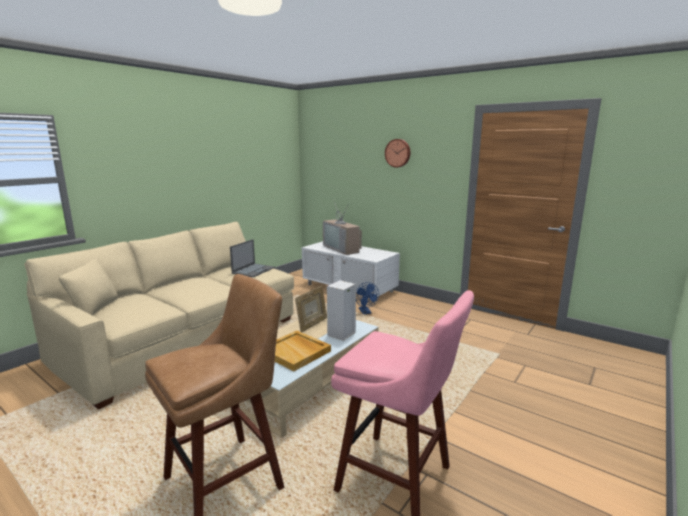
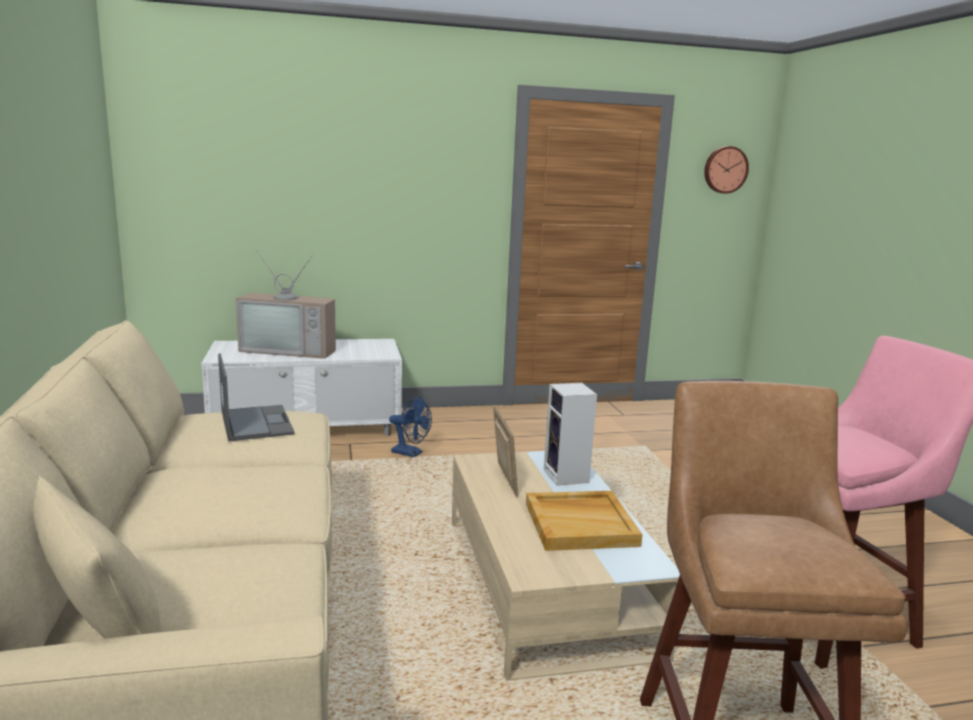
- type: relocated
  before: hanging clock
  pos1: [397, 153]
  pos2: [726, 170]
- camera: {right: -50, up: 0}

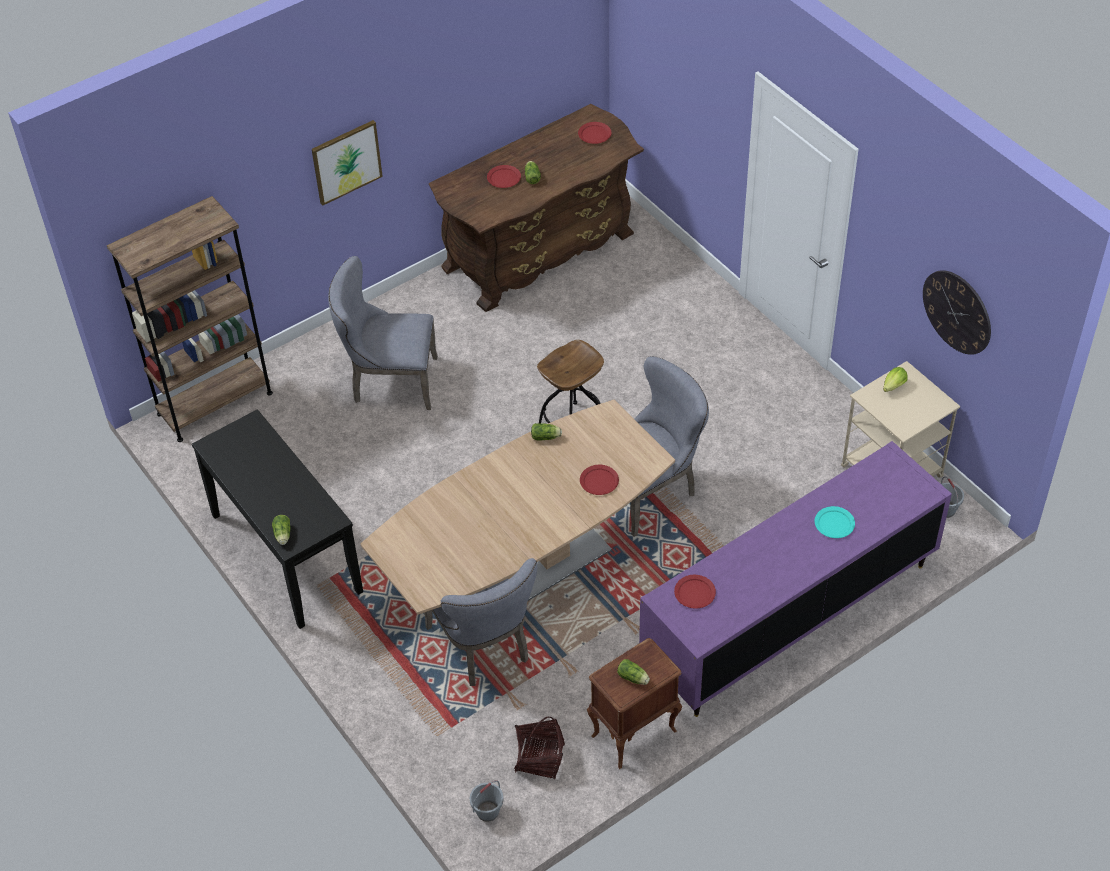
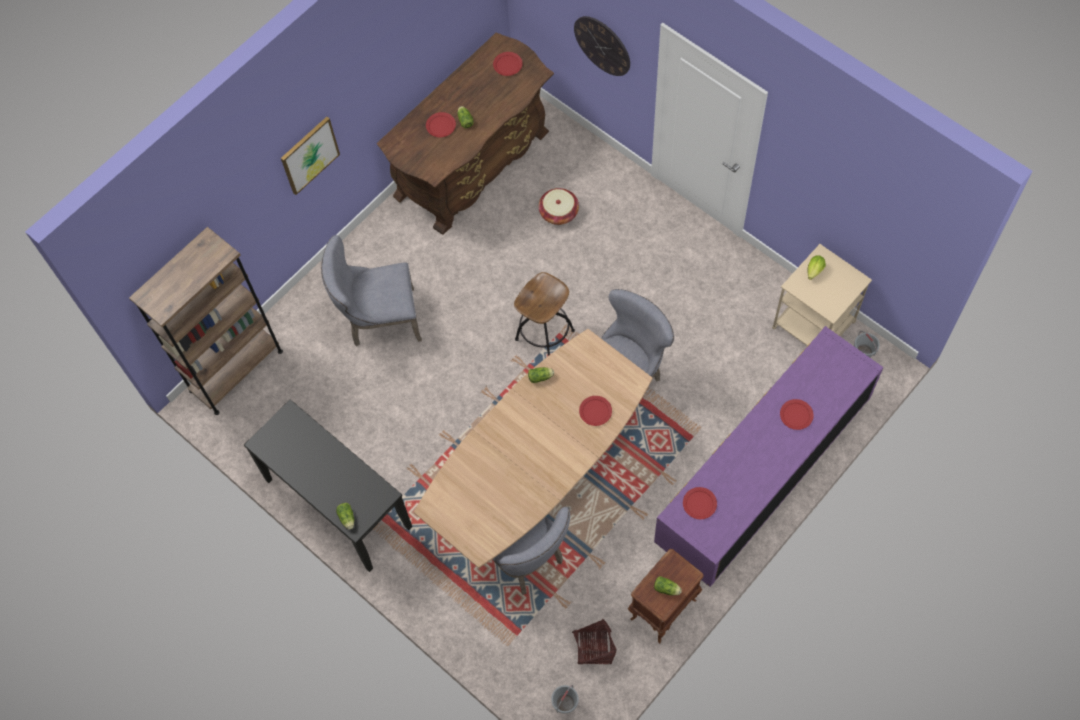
- type: appeared
  after: basket
  pos2: [559, 206]
- type: relocated
  before: hanging clock
  pos1: [957, 312]
  pos2: [602, 46]
- type: colour
  before: blue-green dinner plate
  after: reddish dinner plate
  pos1: [835, 522]
  pos2: [797, 414]
- camera: {right: -10, up: 15}

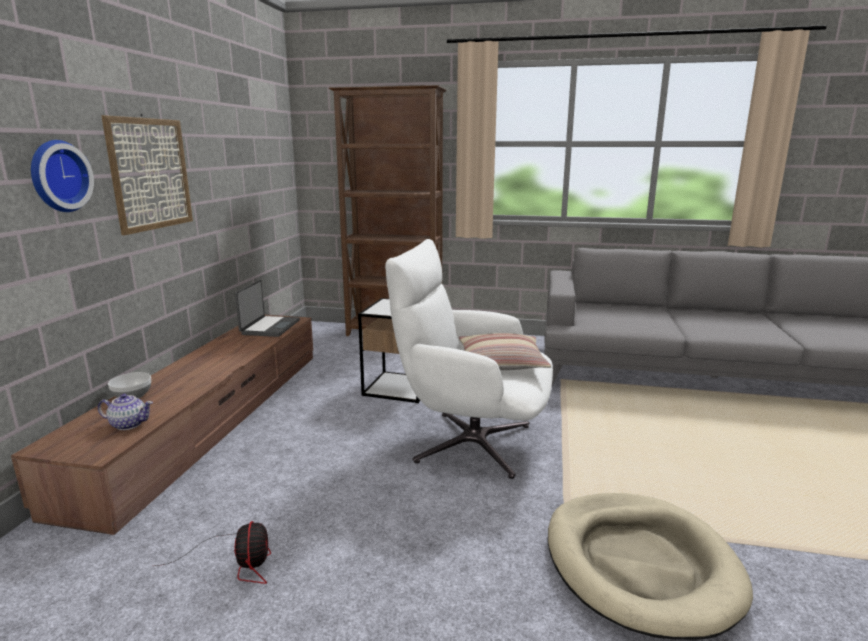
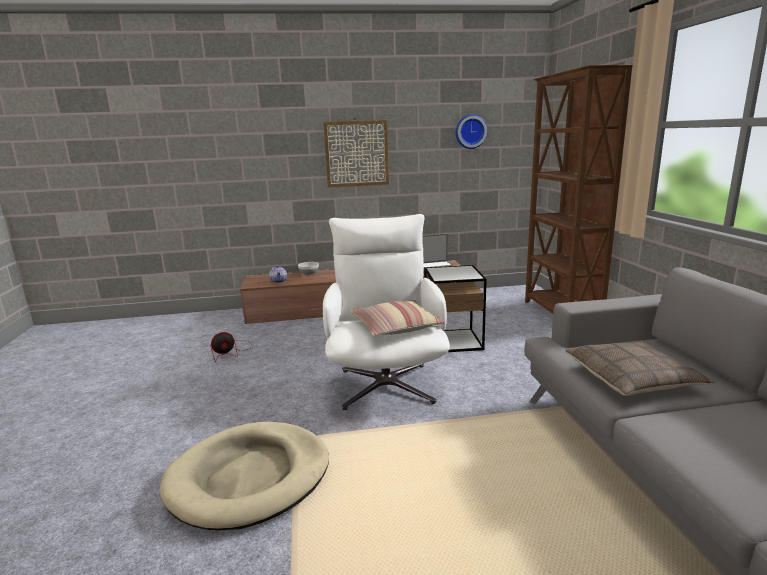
- type: relocated
  before: hanging clock
  pos1: [62, 176]
  pos2: [471, 131]
- type: appeared
  after: pillow
  pos2: [640, 368]
- camera: {right: 70, up: 0}

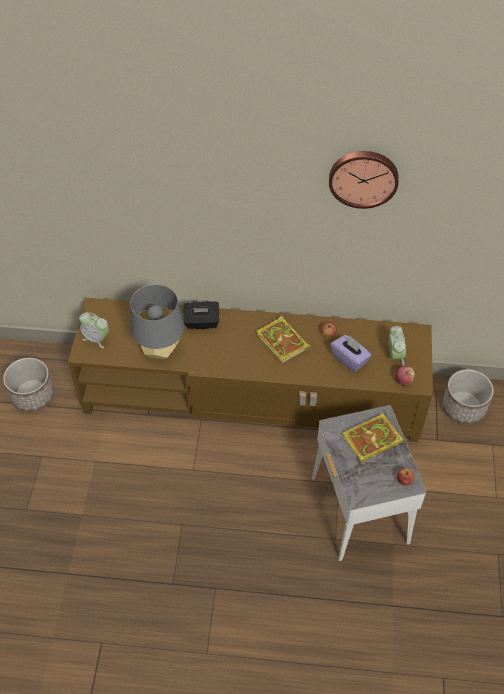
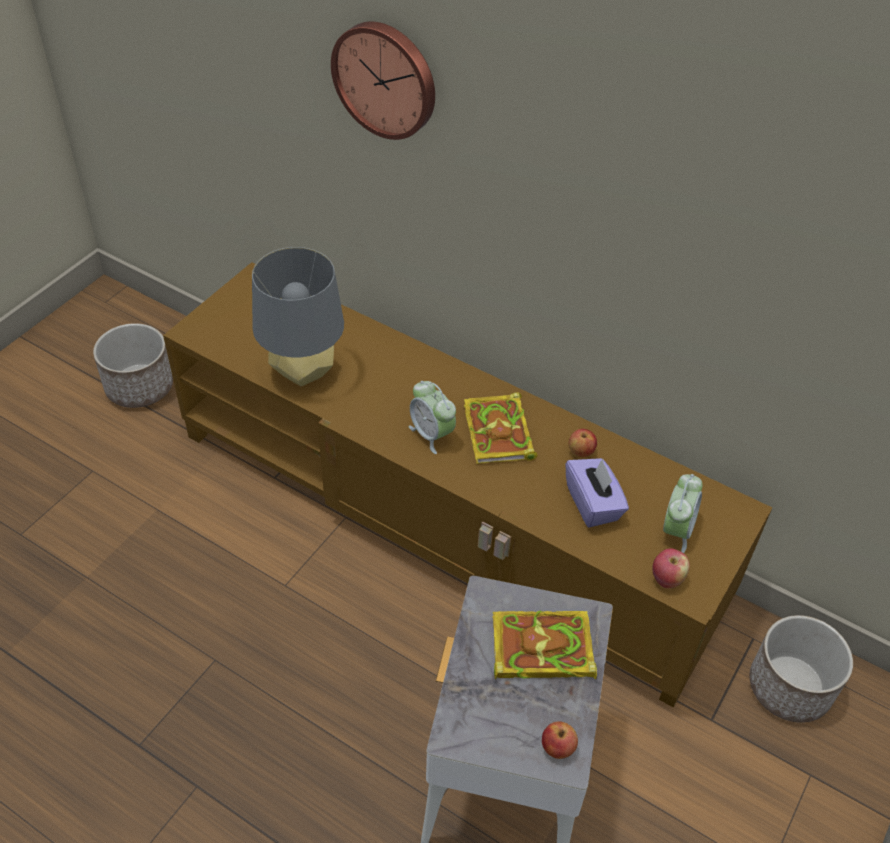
- type: relocated
  before: hanging clock
  pos1: [364, 180]
  pos2: [383, 80]
- type: relocated
  before: alarm clock
  pos1: [94, 330]
  pos2: [432, 417]
- type: missing
  before: black-coloured tissue holder
  pos1: [201, 315]
- camera: {right: 25, up: -5}

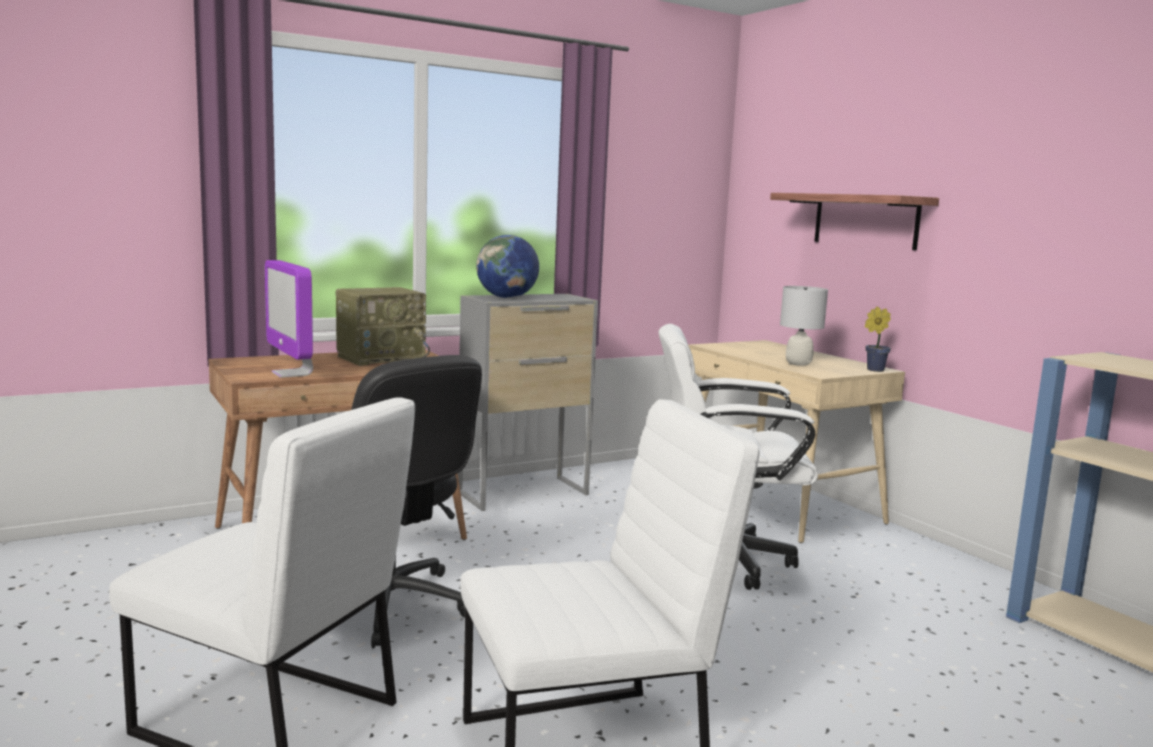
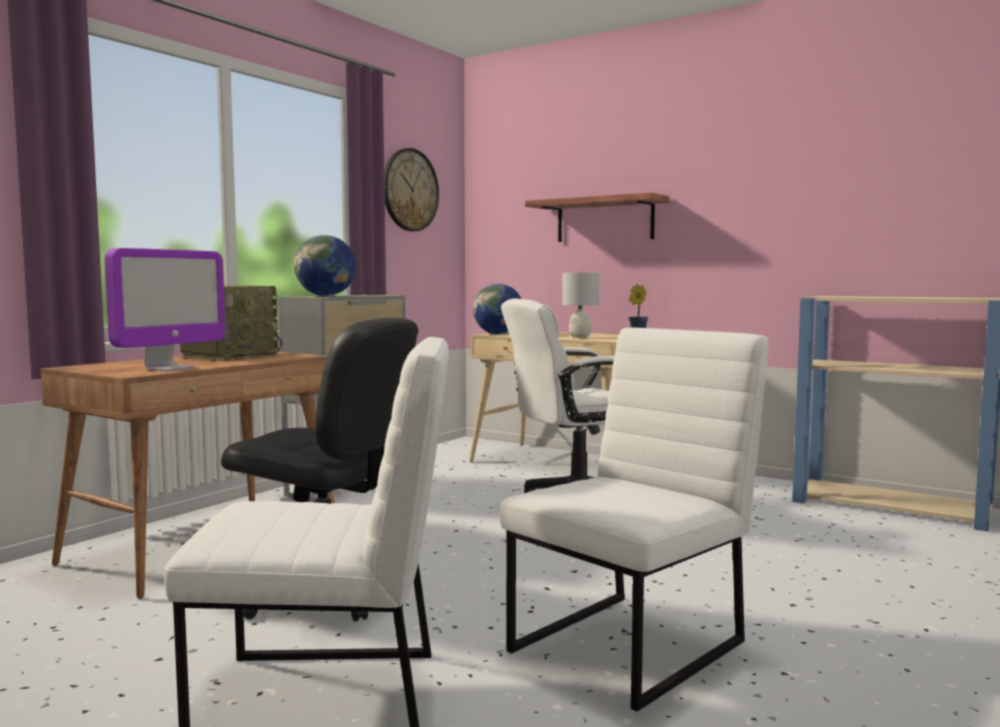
- type: spun
  before: computer screen
  pos1: [289, 319]
  pos2: [165, 309]
  turn: -90
- type: appeared
  after: hanging clock
  pos2: [411, 189]
- type: appeared
  after: world globe
  pos2: [497, 309]
- camera: {right: -25, up: -5}

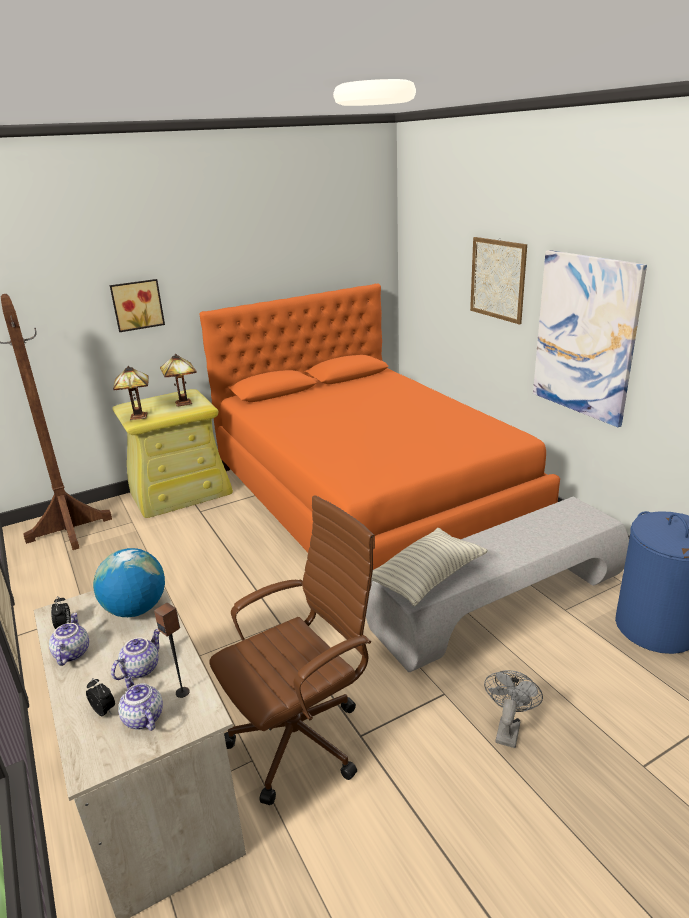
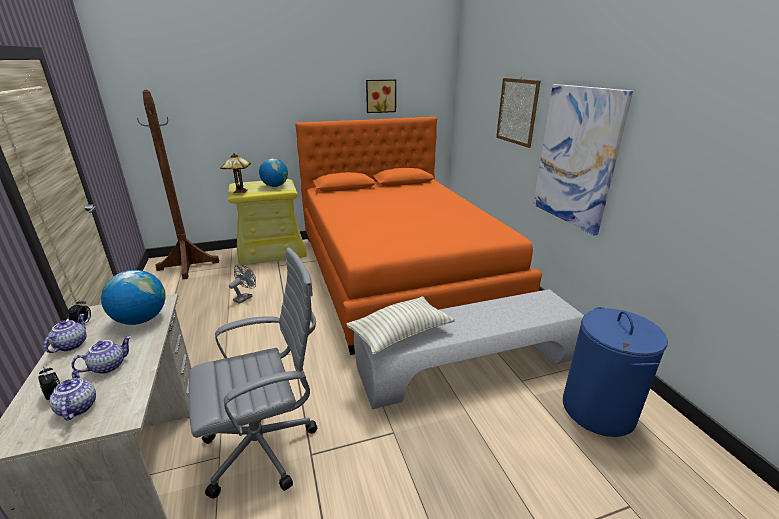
- type: colour
  before: brownish office chair
  after: grey office chair
  pos1: [292, 650]
  pos2: [253, 373]
- type: relocated
  before: grey cooling fan
  pos1: [513, 709]
  pos2: [242, 284]
- type: exchanged
  before: lamp for a table
  after: world globe
  pos1: [178, 380]
  pos2: [273, 172]
- type: relocated
  before: picture
  pos1: [137, 305]
  pos2: [381, 96]
- type: missing
  before: audio speaker
  pos1: [172, 650]
- camera: {right: 10, up: 0}

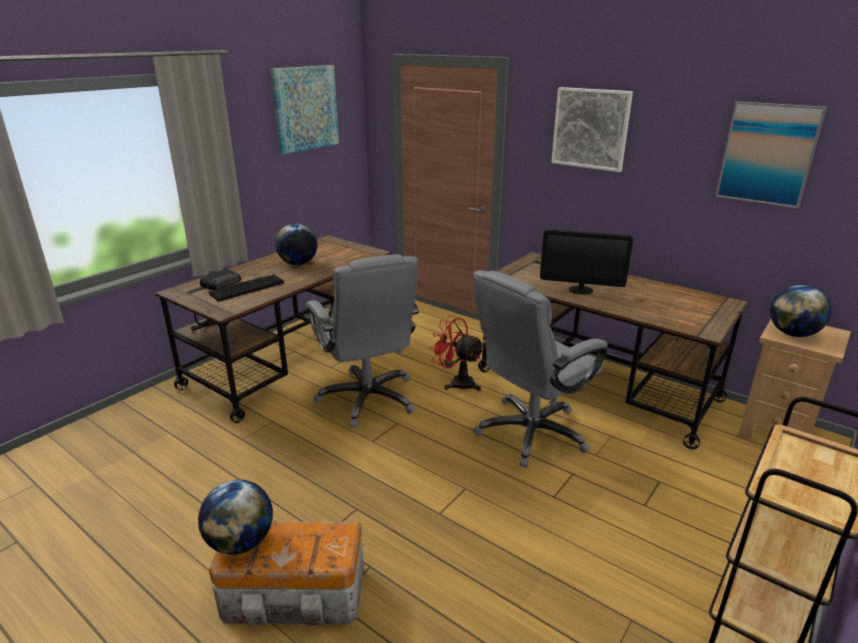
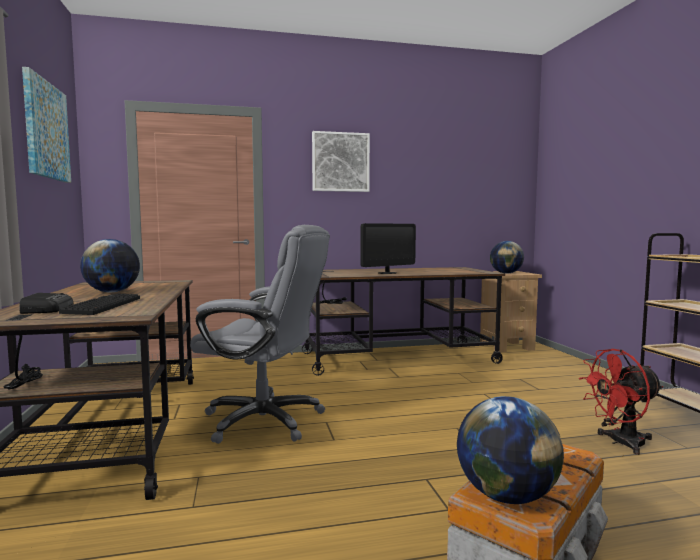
- type: relocated
  before: reddish cooling fan
  pos1: [456, 353]
  pos2: [621, 402]
- type: missing
  before: grey office chair
  pos1: [540, 369]
- type: missing
  before: picture
  pos1: [771, 154]
- camera: {right: -50, up: -20}

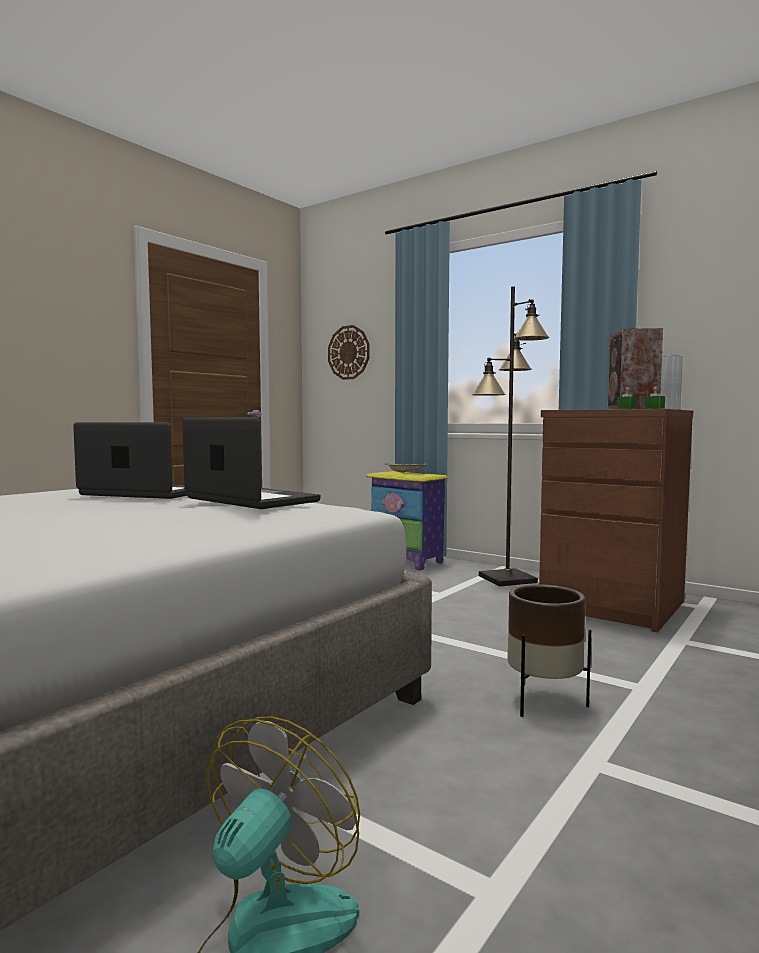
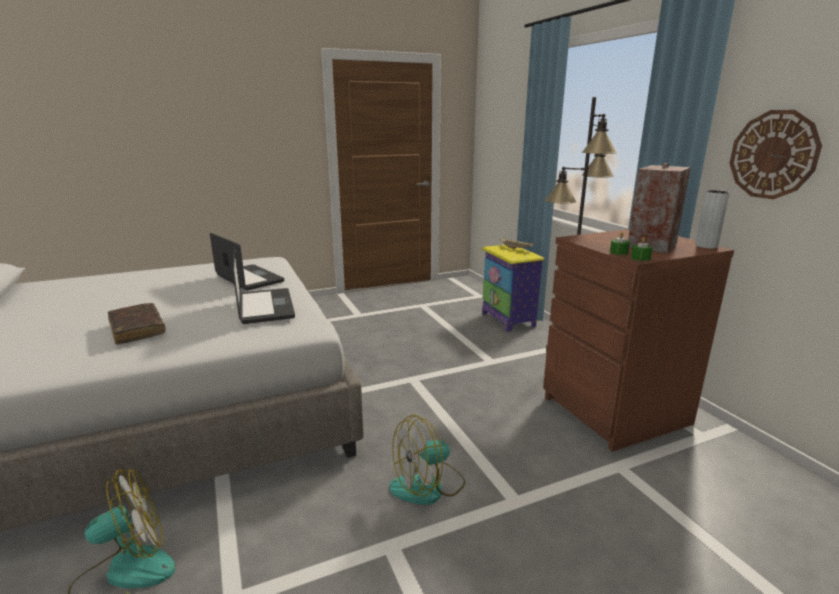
- type: appeared
  after: brownish bound book
  pos2: [137, 324]
- type: exchanged
  before: brownish plant pot
  after: cooling fan
  pos1: [549, 650]
  pos2: [427, 460]
- type: relocated
  before: hanging clock
  pos1: [348, 352]
  pos2: [776, 154]
- camera: {right: 30, up: 15}

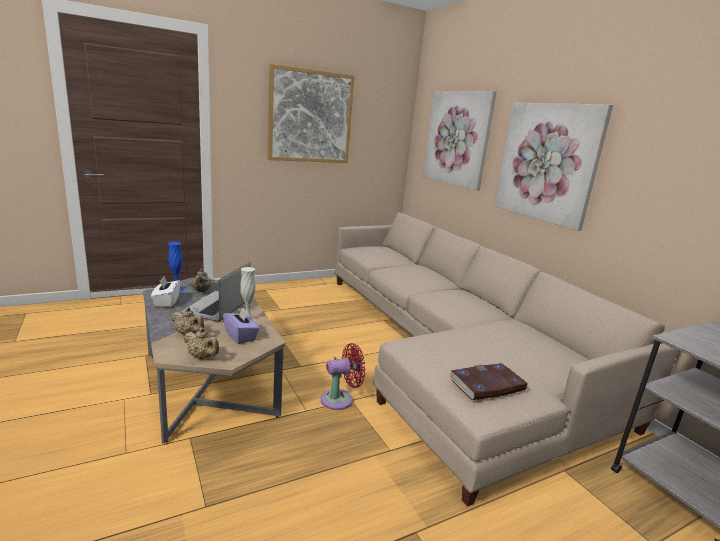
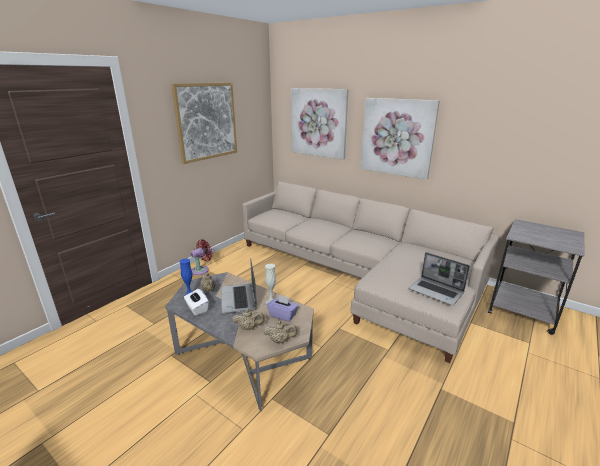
- type: relocated
  before: reddish cooling fan
  pos1: [343, 376]
  pos2: [201, 257]
- type: exchanged
  before: bound book
  after: portable computer
  pos1: [488, 381]
  pos2: [439, 279]
- camera: {right: -25, up: 5}

